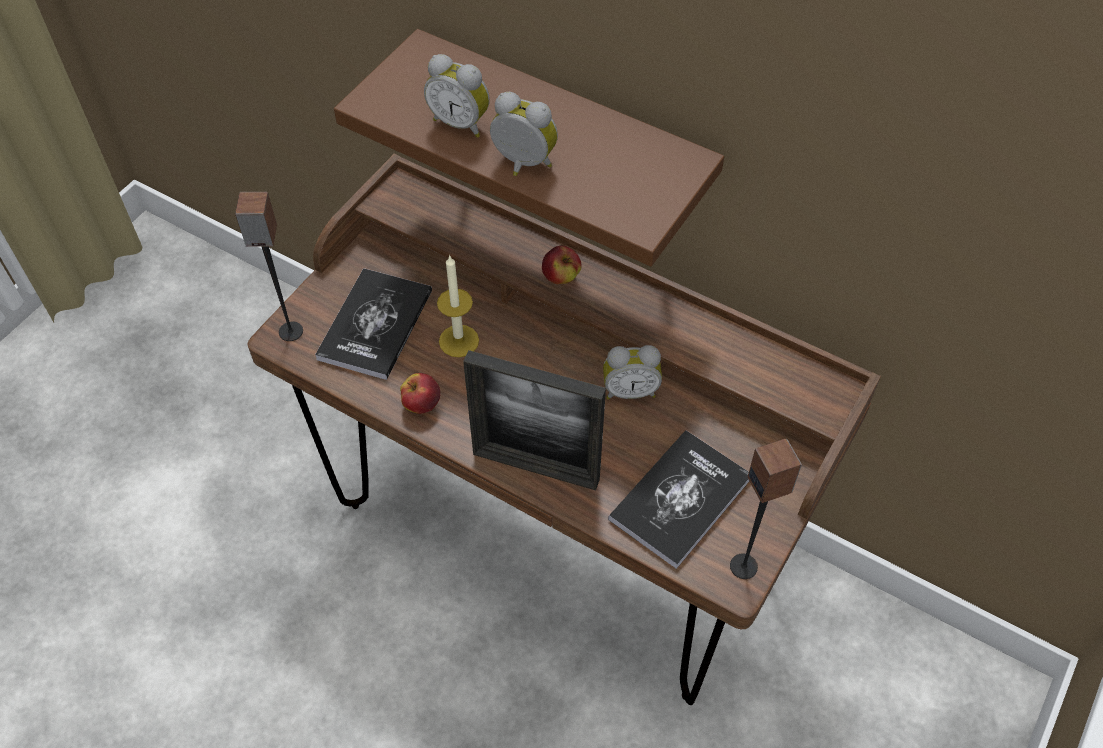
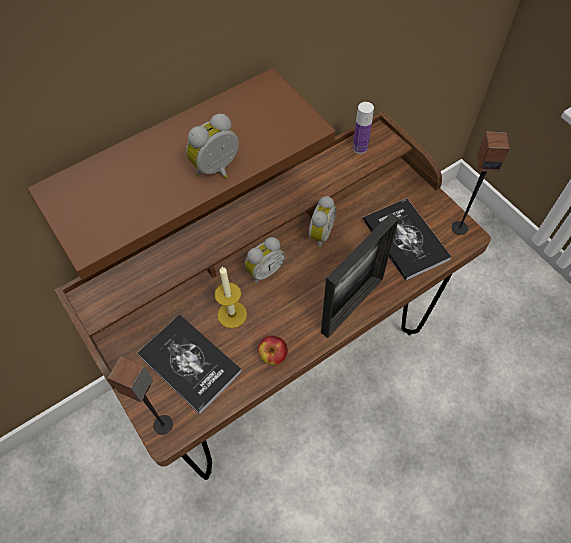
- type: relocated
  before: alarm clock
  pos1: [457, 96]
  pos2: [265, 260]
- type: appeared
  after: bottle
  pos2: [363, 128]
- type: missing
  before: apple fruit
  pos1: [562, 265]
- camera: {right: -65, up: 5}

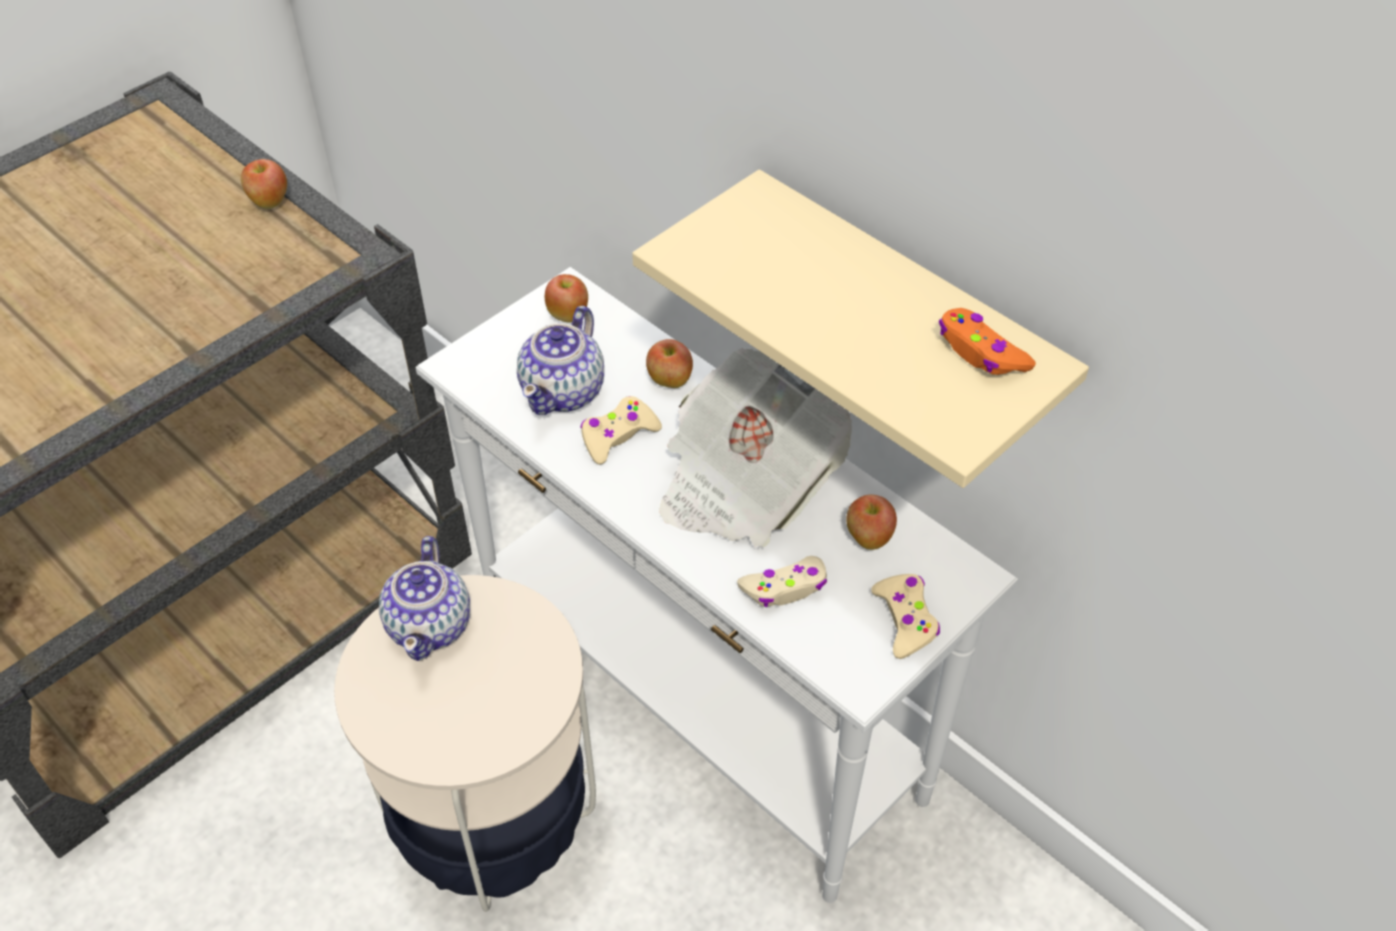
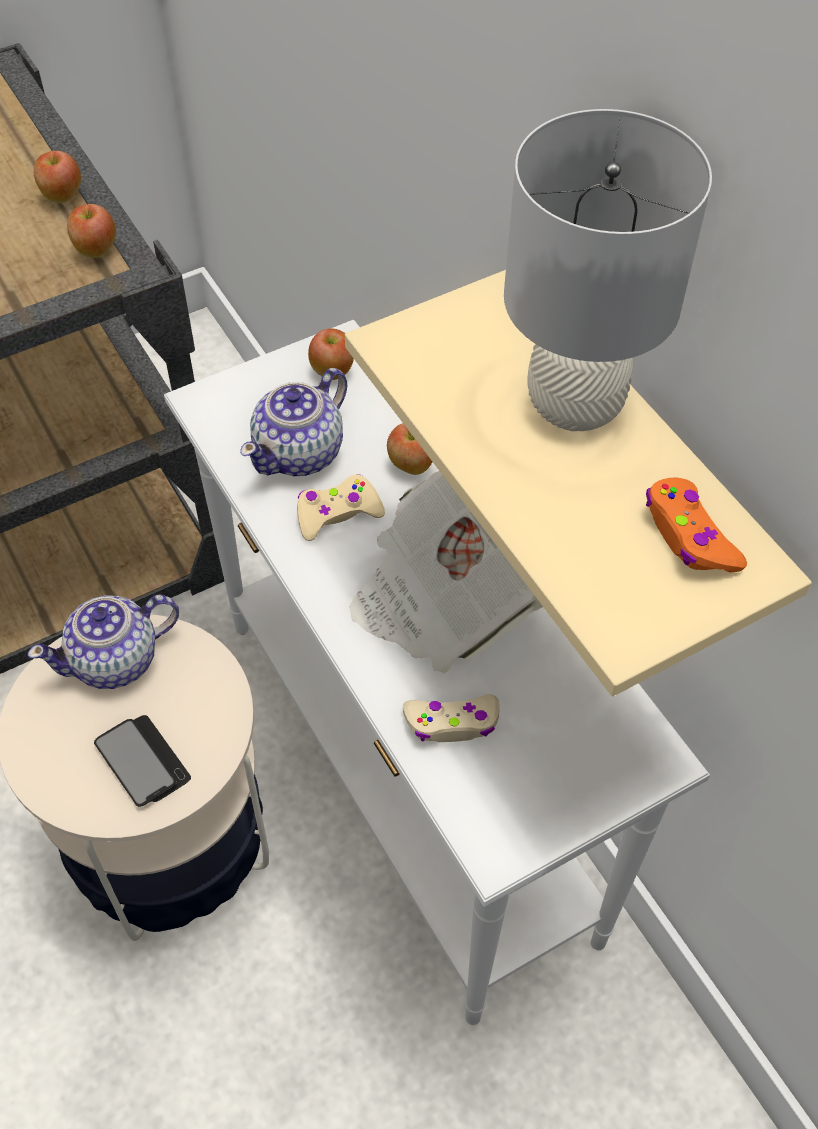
- type: spun
  before: pot for tea
  pos1: [424, 598]
  pos2: [103, 642]
  turn: 45
- type: relocated
  before: apple fruit
  pos1: [871, 522]
  pos2: [91, 231]
- type: appeared
  after: telephone
  pos2: [142, 761]
- type: appeared
  after: grey lamp for a table
  pos2: [608, 270]
- type: missing
  before: beige gamepad
  pos1: [905, 616]
- camera: {right: 15, up: 5}

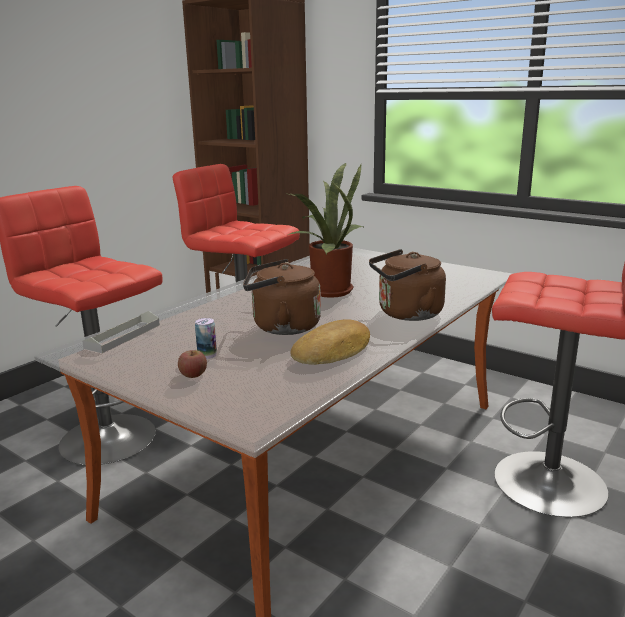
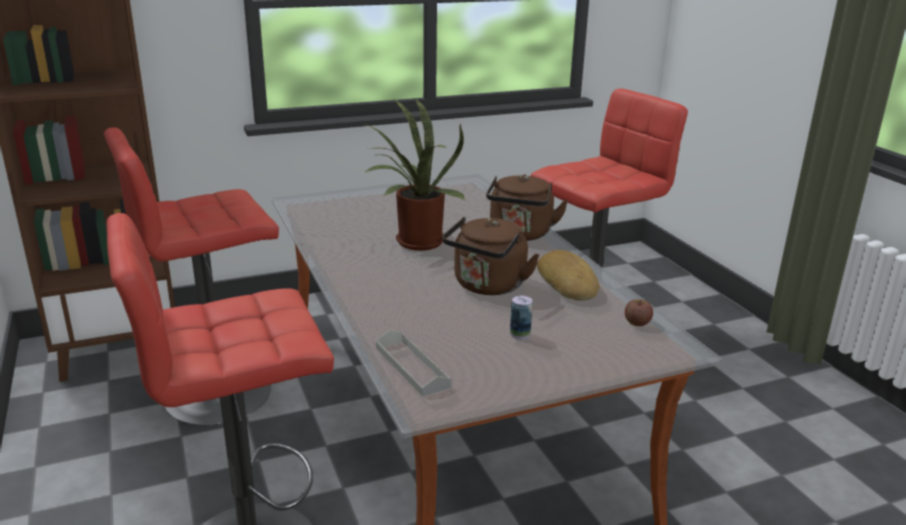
- type: relocated
  before: apple fruit
  pos1: [192, 364]
  pos2: [639, 312]
- camera: {right: -60, up: 5}

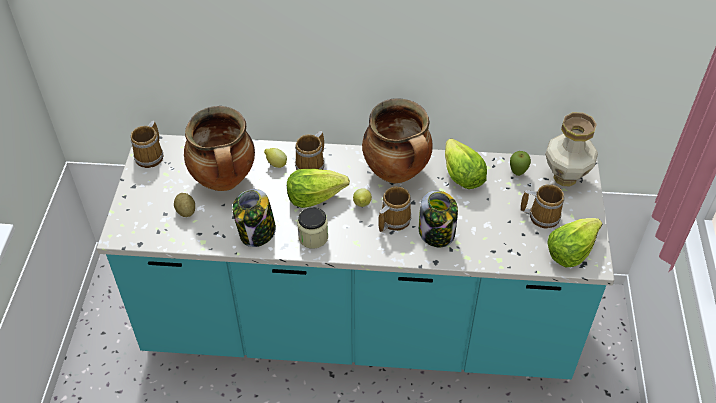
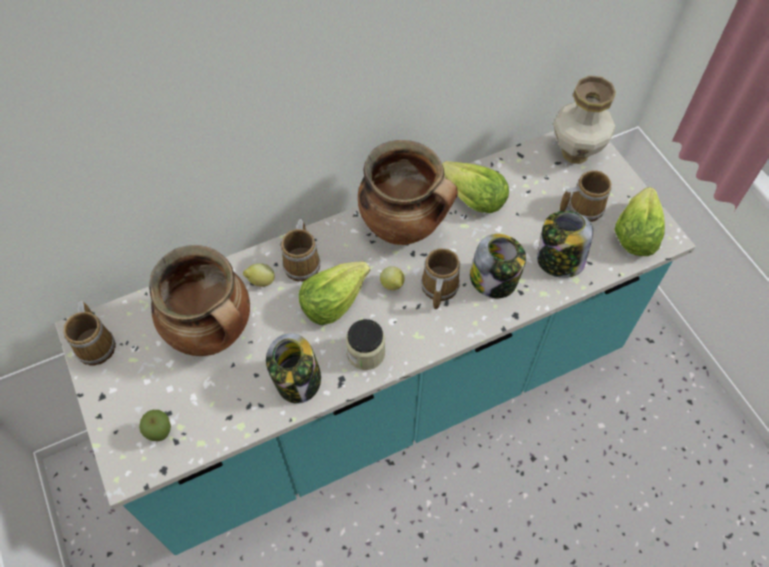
- type: relocated
  before: apple fruit
  pos1: [520, 163]
  pos2: [155, 425]
- type: appeared
  after: storage jar
  pos2: [565, 244]
- type: missing
  before: spud
  pos1: [184, 205]
- camera: {right: -30, up: 10}

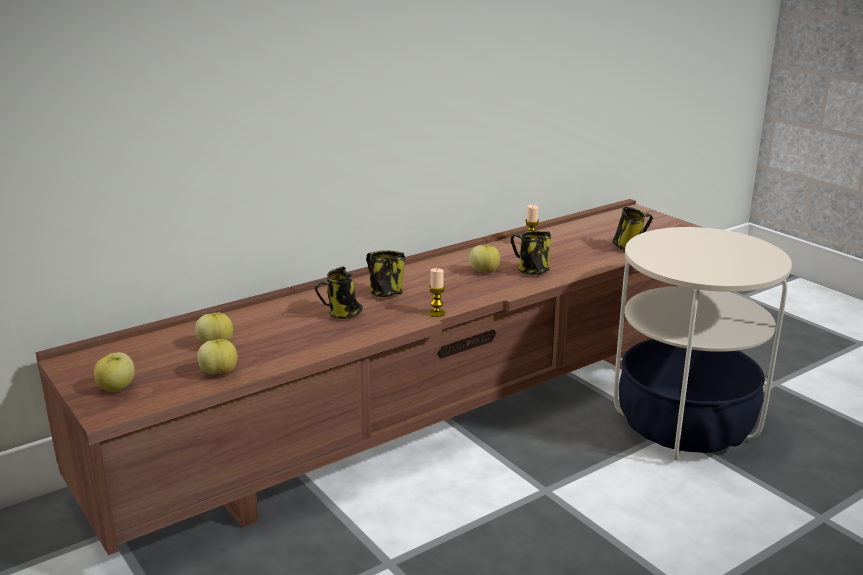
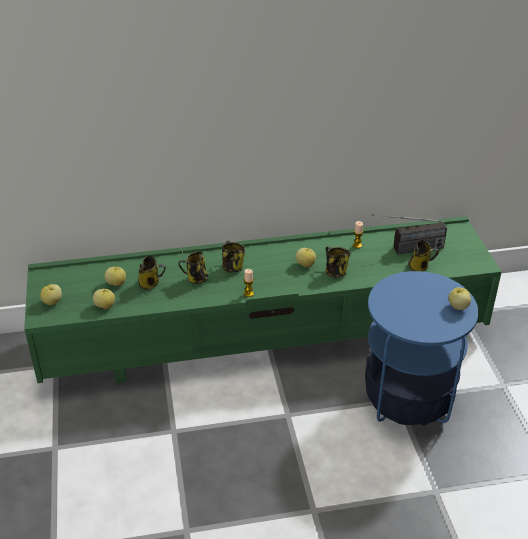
- type: colour
  before: brownish tv unit
  after: green-coloured tv unit
  pos1: [370, 377]
  pos2: [263, 299]
- type: appeared
  after: tea mug
  pos2: [152, 272]
- type: colour
  before: beige end table
  after: blue end table
  pos1: [703, 343]
  pos2: [421, 348]
- type: appeared
  after: radio receiver
  pos2: [409, 234]
- type: appeared
  after: apple fruit
  pos2: [459, 298]
- camera: {right: 25, up: 15}

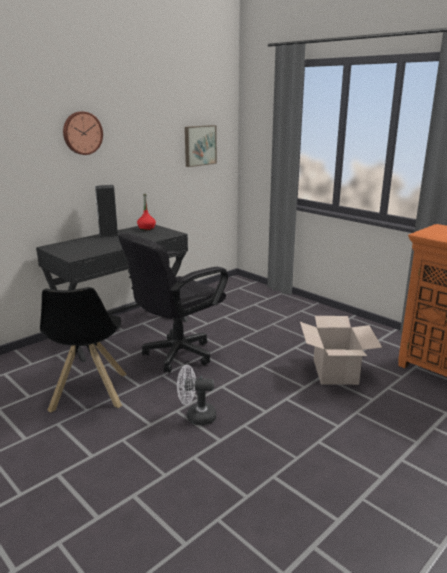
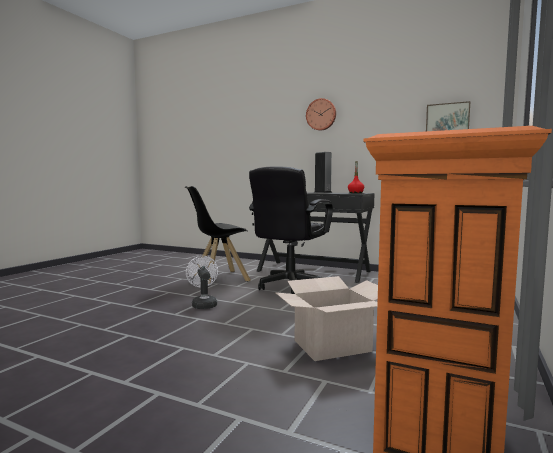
- type: spun
  before: black-coloured office chair
  pos1: [173, 303]
  pos2: [291, 230]
  turn: -90
- camera: {right: 70, up: -15}

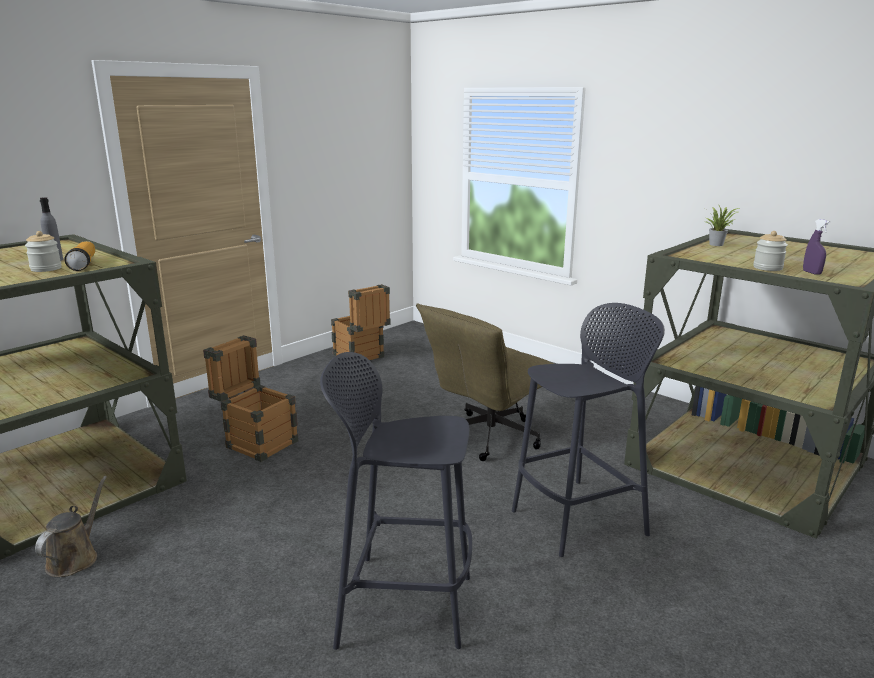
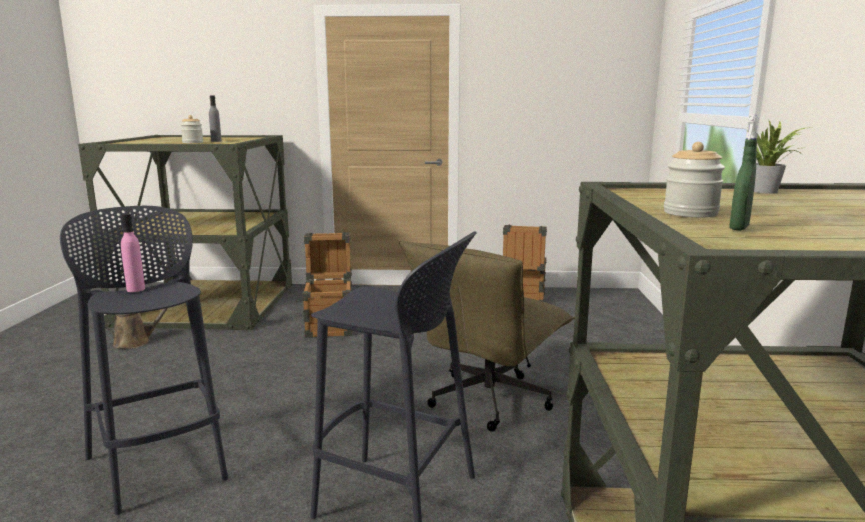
- type: appeared
  after: pink bottle
  pos2: [133, 253]
- type: spun
  before: beige office chair
  pos1: [485, 382]
  pos2: [487, 336]
  turn: -60
- type: colour
  before: purplish sprayer
  after: green-coloured sprayer
  pos1: [816, 247]
  pos2: [744, 173]
- type: missing
  before: hand torch
  pos1: [79, 256]
- camera: {right: 50, up: -5}

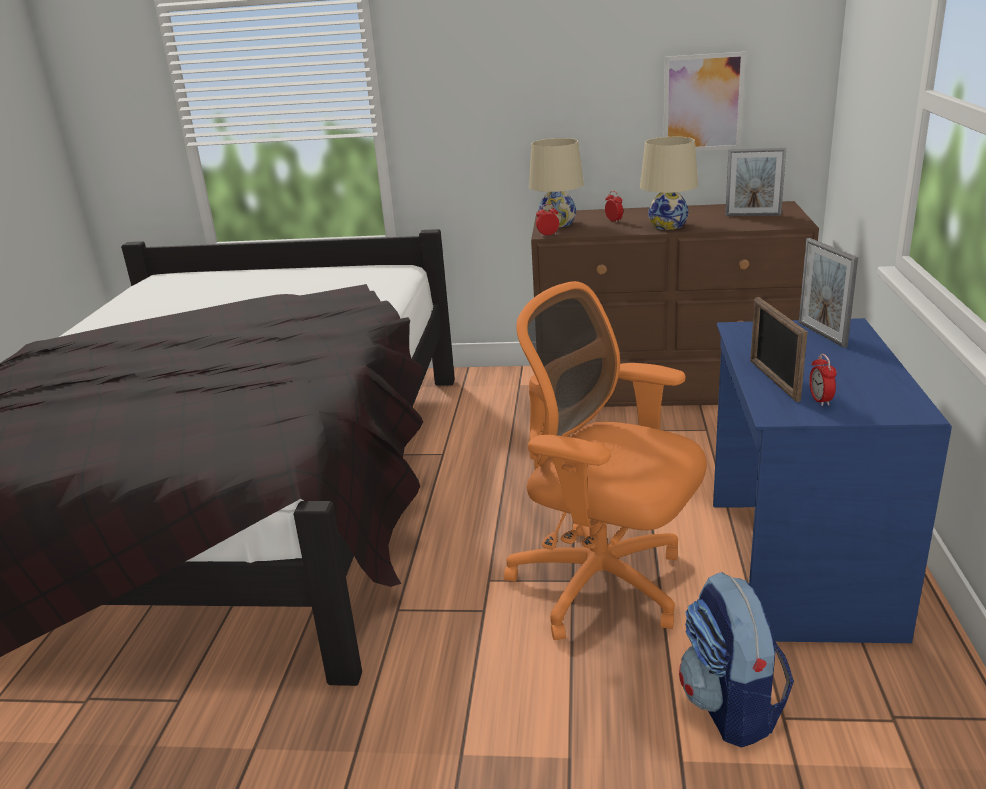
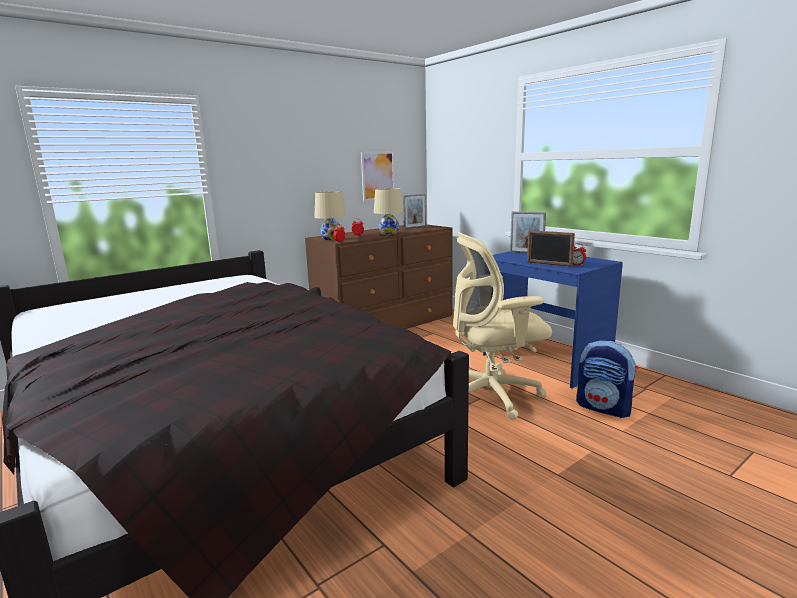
- type: colour
  before: orange-coloured office chair
  after: beige office chair
  pos1: [605, 460]
  pos2: [502, 326]
- camera: {right: -45, up: -10}

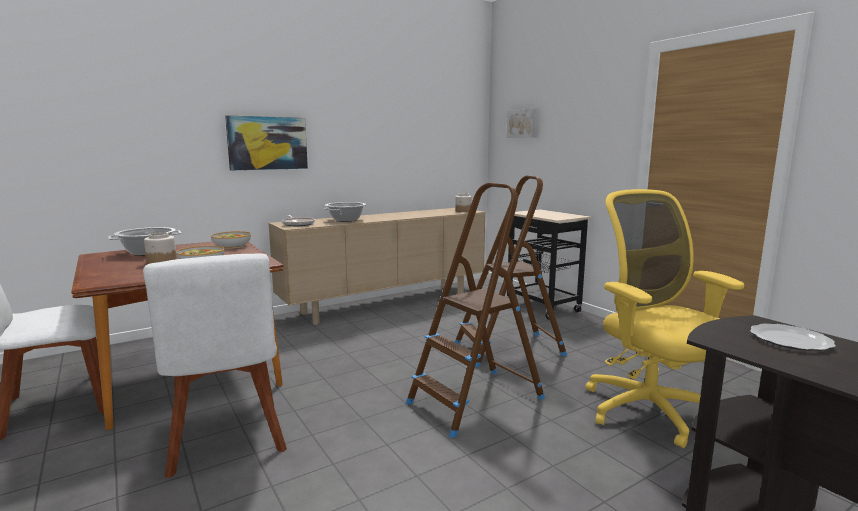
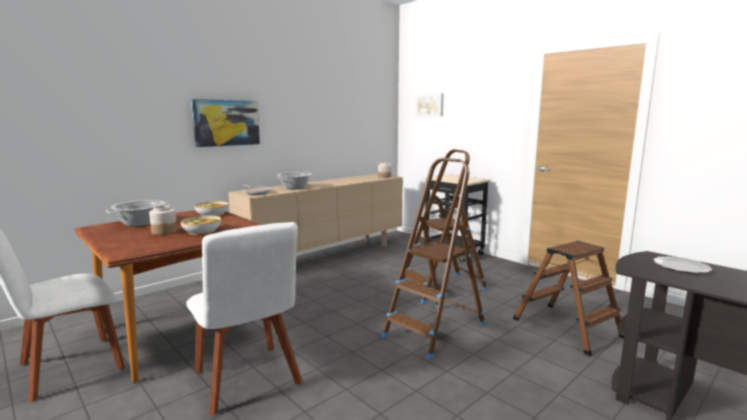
- type: exchanged
  before: yellow office chair
  after: brownish step stool
  pos1: [664, 318]
  pos2: [568, 298]
- camera: {right: -10, up: 0}

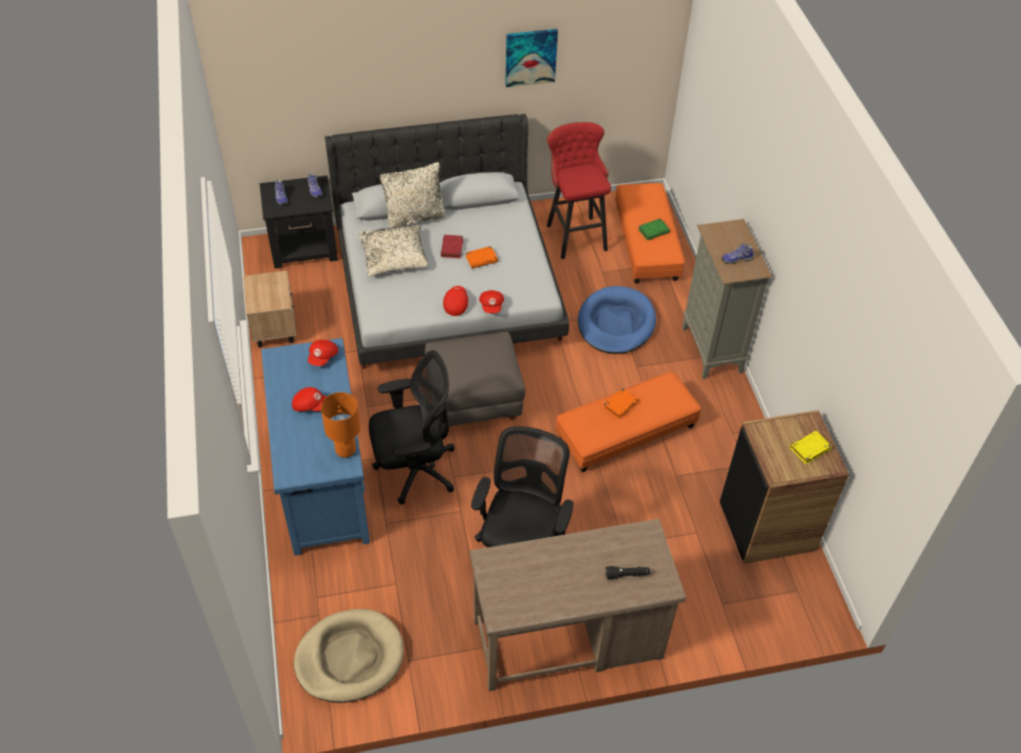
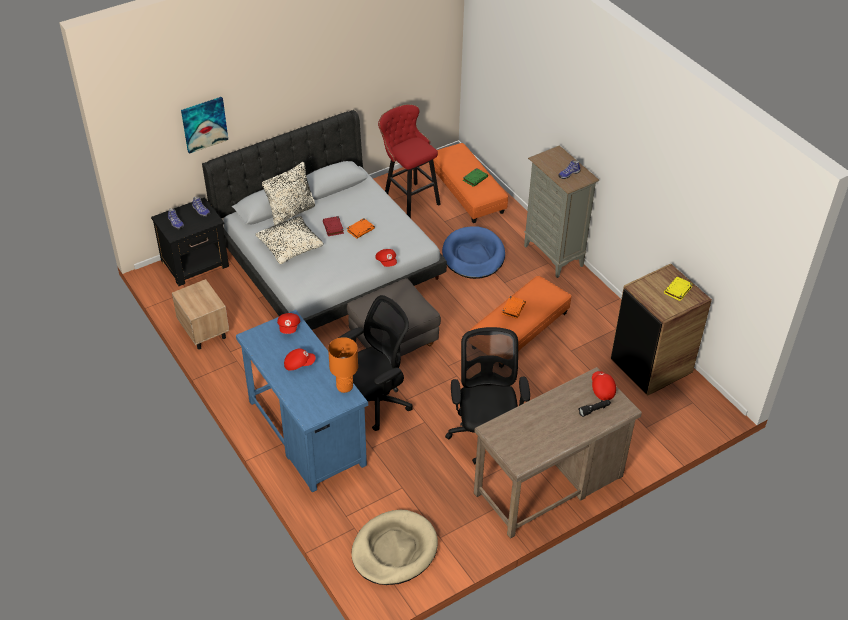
- type: relocated
  before: picture
  pos1: [531, 58]
  pos2: [204, 125]
- type: relocated
  before: reddish peaked cap
  pos1: [455, 301]
  pos2: [604, 386]
- camera: {right: -20, up: -5}

